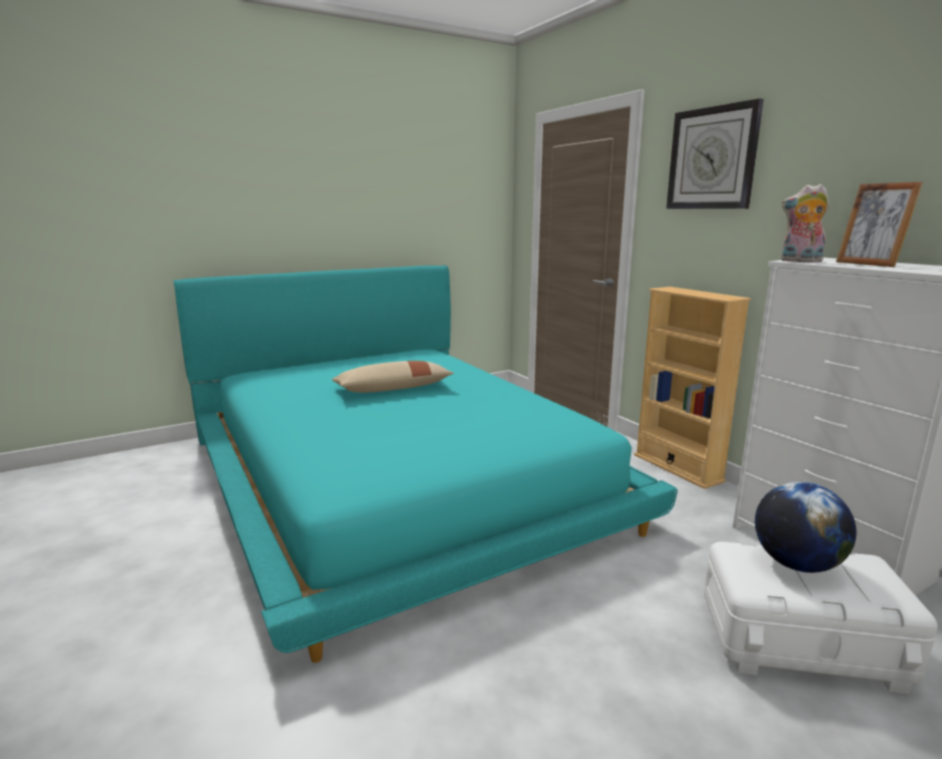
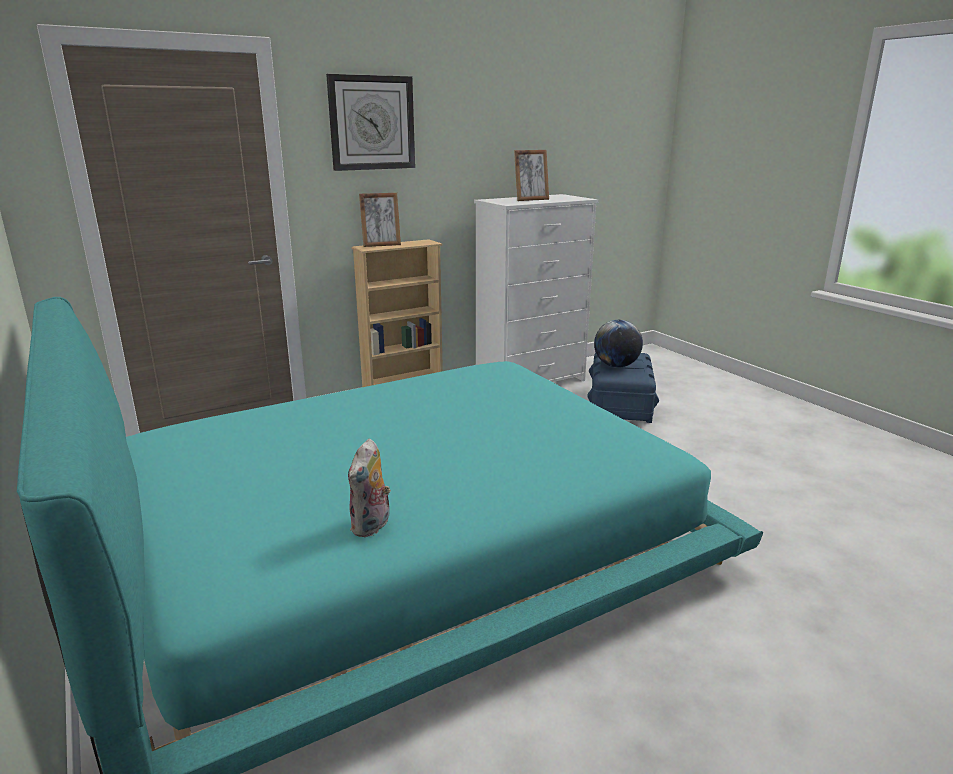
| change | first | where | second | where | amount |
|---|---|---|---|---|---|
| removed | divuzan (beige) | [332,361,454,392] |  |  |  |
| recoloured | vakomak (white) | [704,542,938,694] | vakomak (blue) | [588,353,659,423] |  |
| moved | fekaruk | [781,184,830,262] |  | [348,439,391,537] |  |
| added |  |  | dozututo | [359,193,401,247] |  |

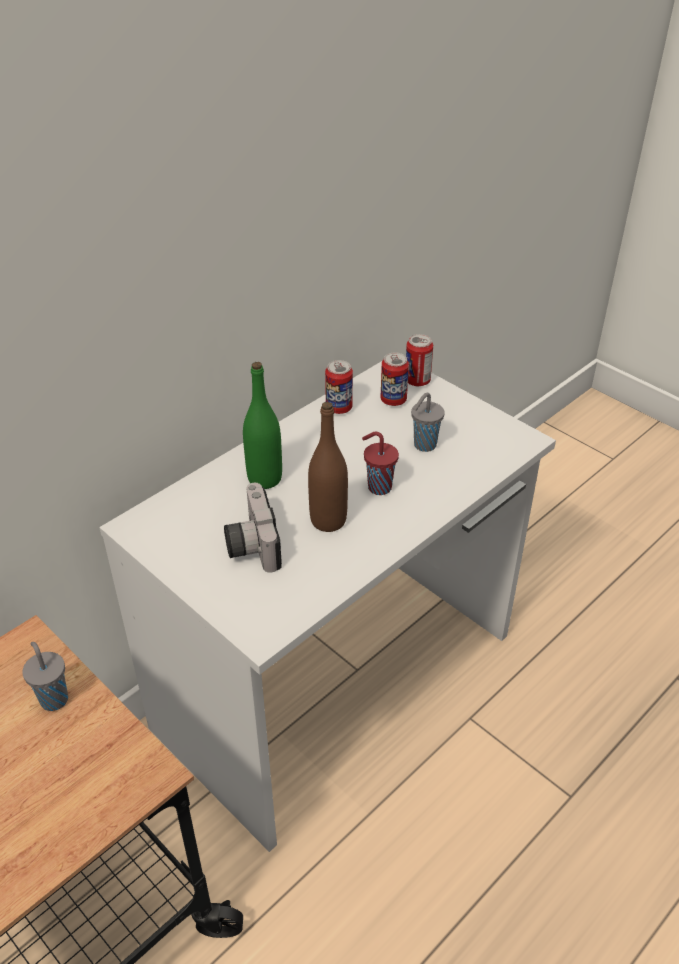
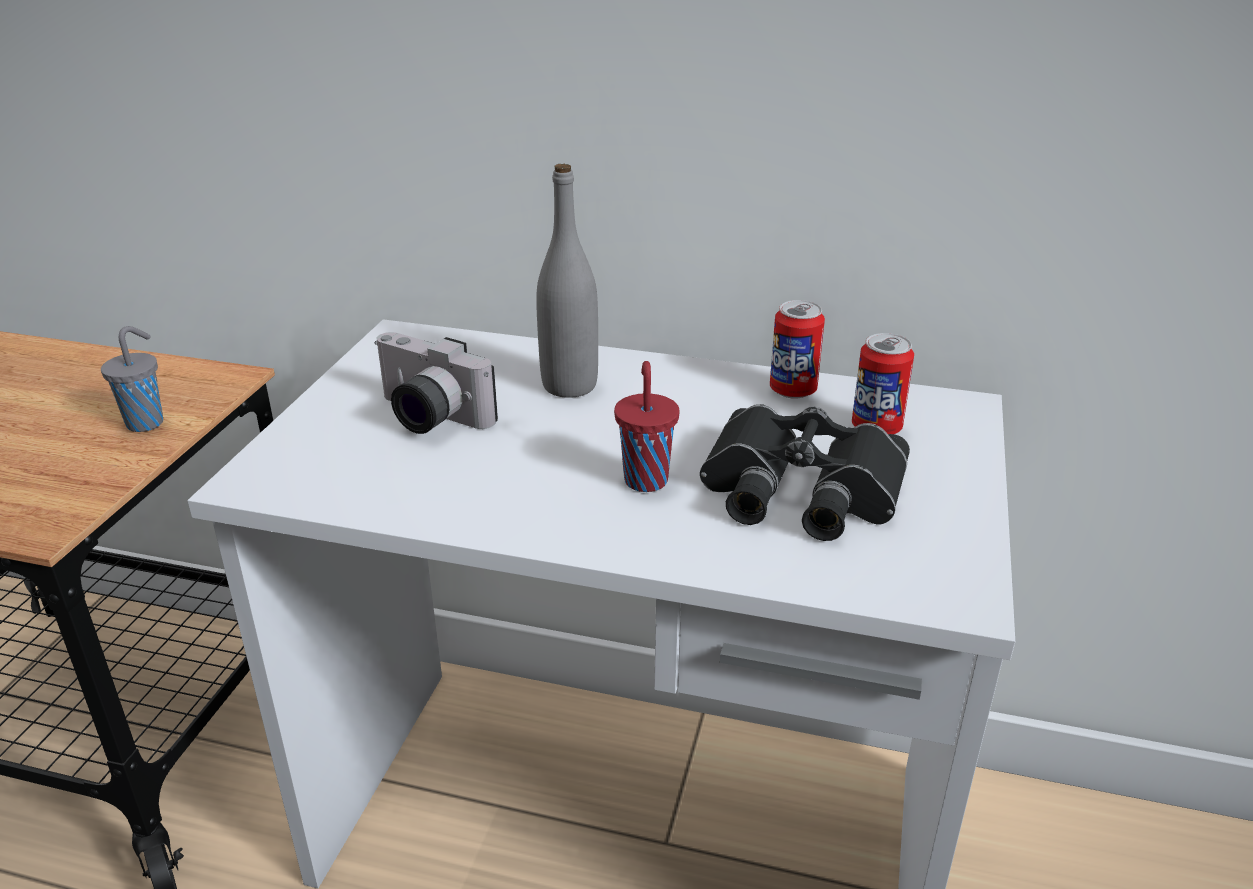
| change | first | where | second | where | amount |
|---|---|---|---|---|---|
| turned | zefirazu | [224,483,282,573] |  | [375,332,498,434] | 105 degrees counterclockwise |
| recoloured | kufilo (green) | [243,362,282,489] | kufilo (grey) | [536,164,598,398] |  |
| removed | kufilo (brown) | [308,402,348,532] |  |  |  |
| removed | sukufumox | [406,334,433,386] |  |  |  |
| replaced | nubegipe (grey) | [411,392,445,452] | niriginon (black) | [700,404,910,541] |  |

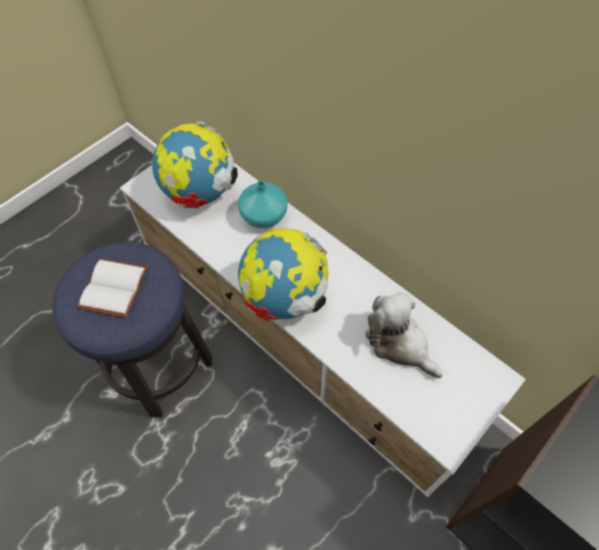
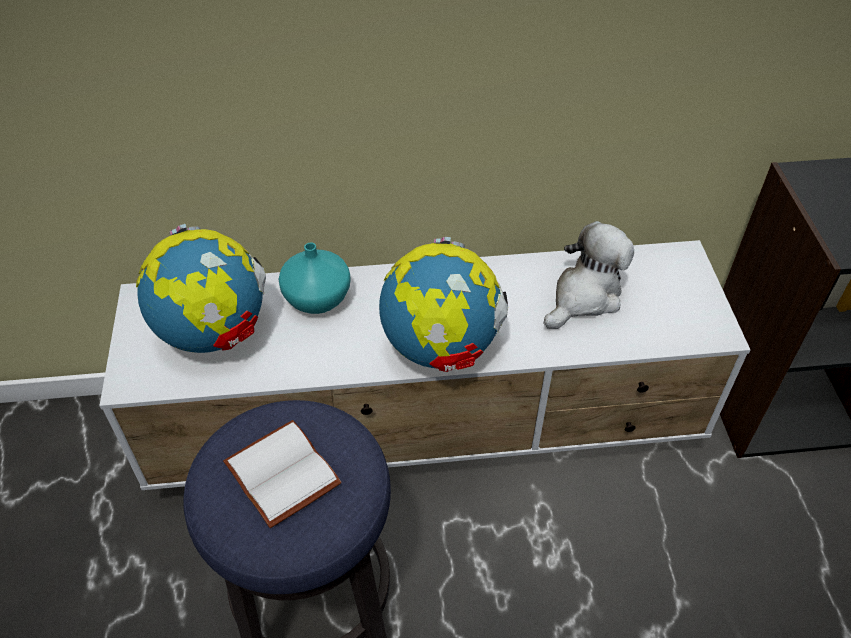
| change | first | where | second | where | amount |
|---|---|---|---|---|---|
| turned | fekaruk | [365,292,443,378] |  | [544,221,634,329] | 135 degrees clockwise |

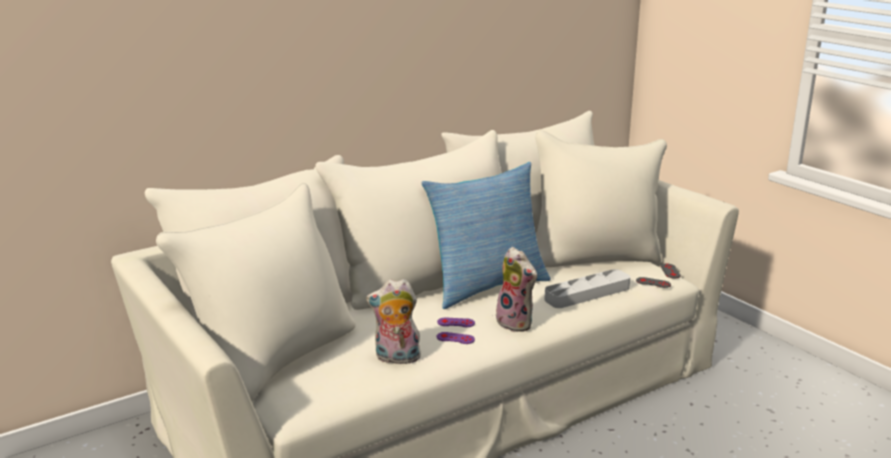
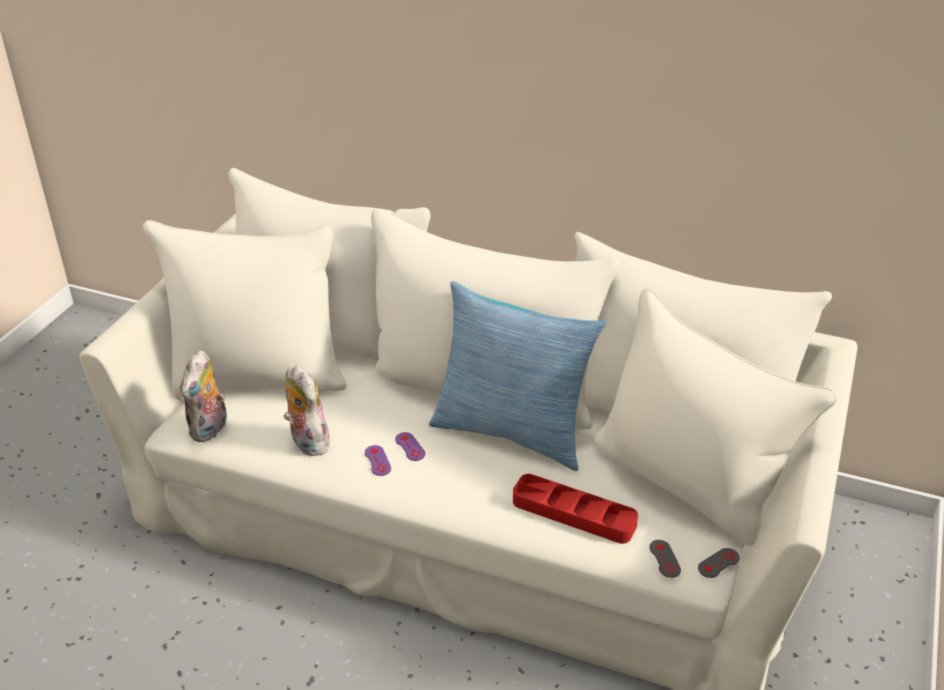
| change | first | where | second | where | amount |
|---|---|---|---|---|---|
| moved | fekaruk | [496,247,537,332] |  | [181,350,227,442] |  |
| recoloured | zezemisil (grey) | [544,269,630,308] | zezemisil (red) | [513,474,638,544] |  |

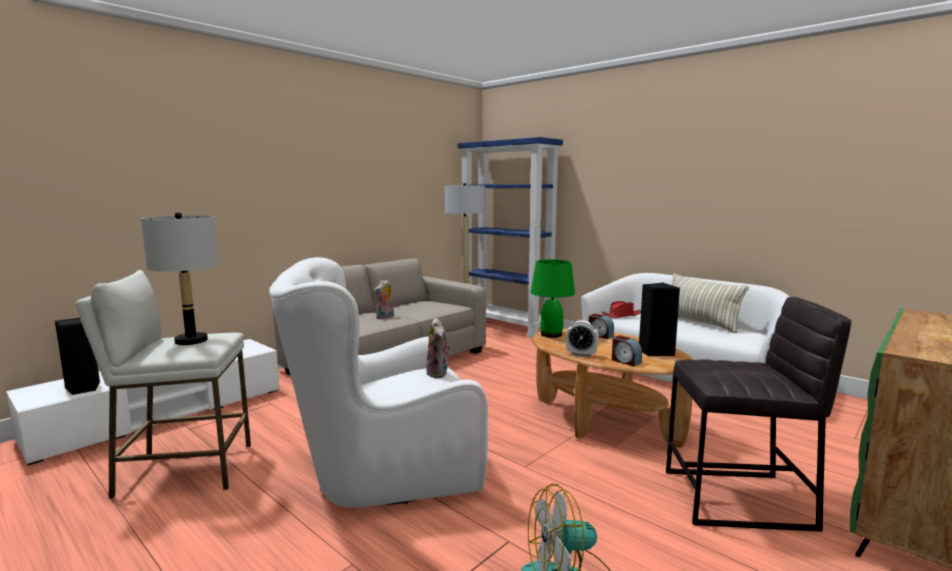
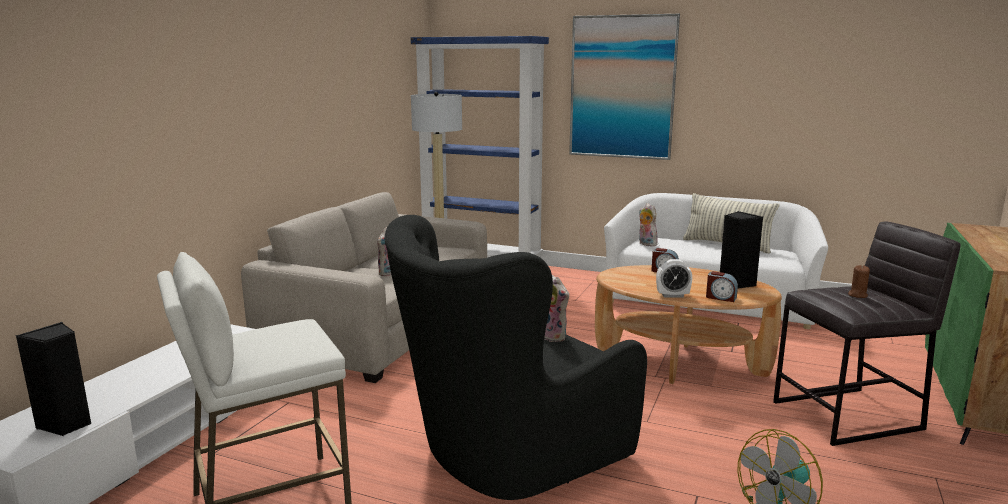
| change | first | where | second | where | amount |
|---|---|---|---|---|---|
| removed | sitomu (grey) | [141,212,218,345] |  |  |  |
| recoloured | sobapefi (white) | [269,257,488,508] | sobapefi (black) | [385,215,647,500] |  |
| removed | sitomu (green) | [531,259,575,338] |  |  |  |
| replaced | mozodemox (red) | [602,301,641,318] | fekaruk | [639,203,658,246] |  |
| added |  |  | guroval | [569,14,680,160] |  |
| added |  |  | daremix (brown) | [848,265,870,298] |  |

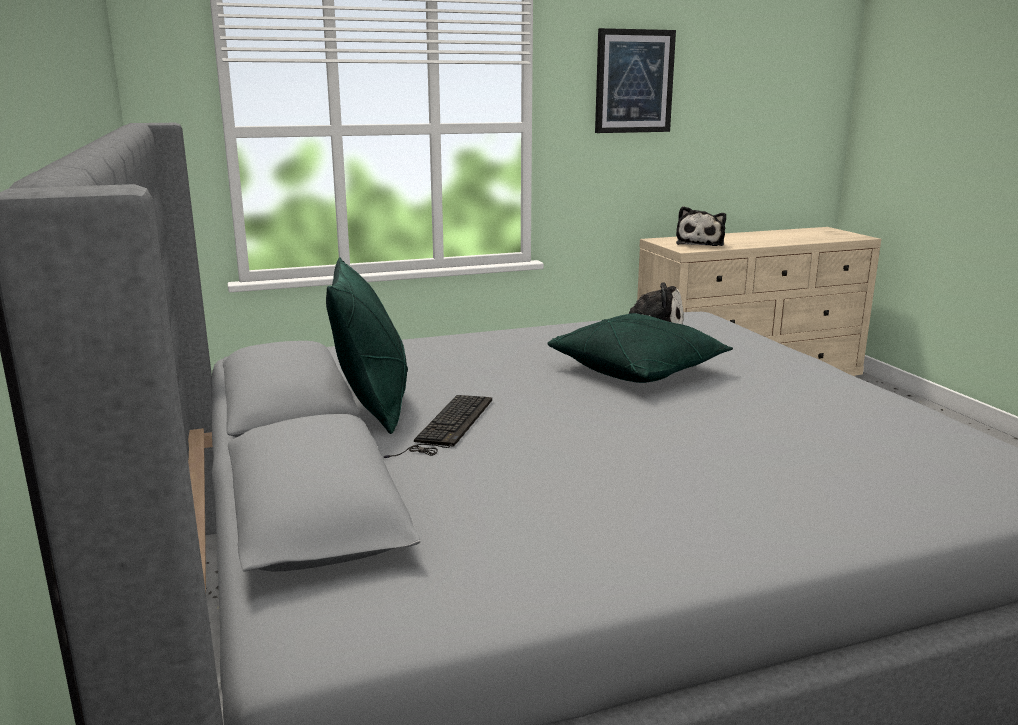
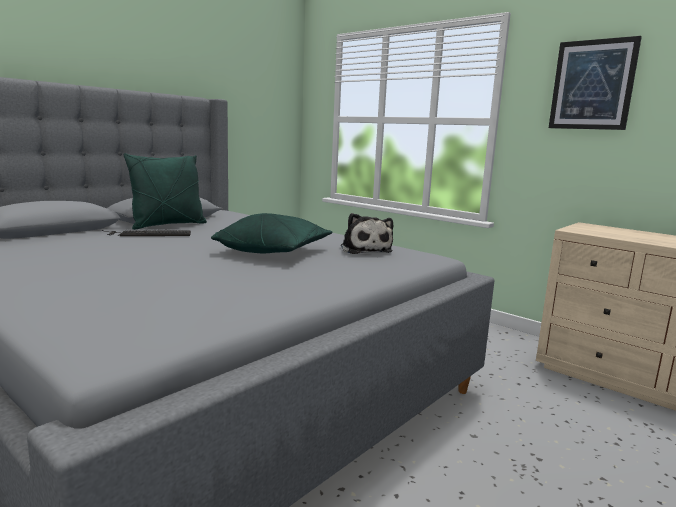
| change | first | where | second | where | amount |
|---|---|---|---|---|---|
| removed | fekaruk | [676,206,726,246] |  |  |  |

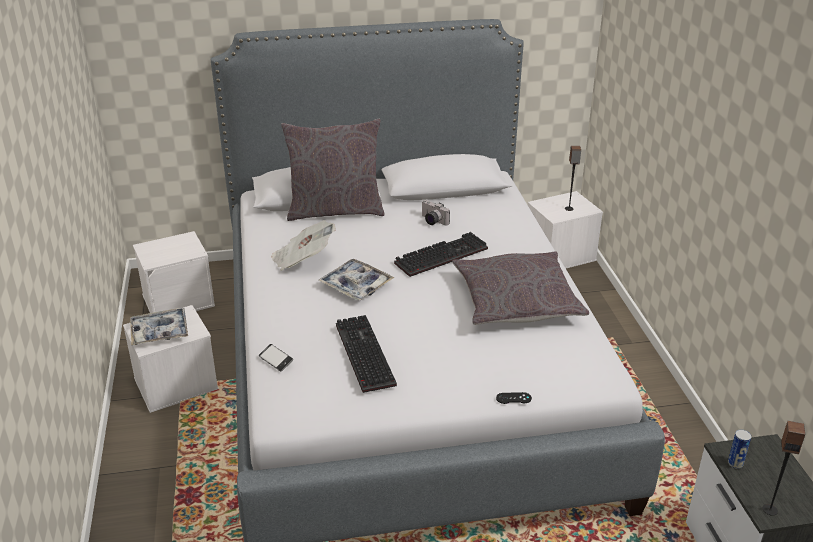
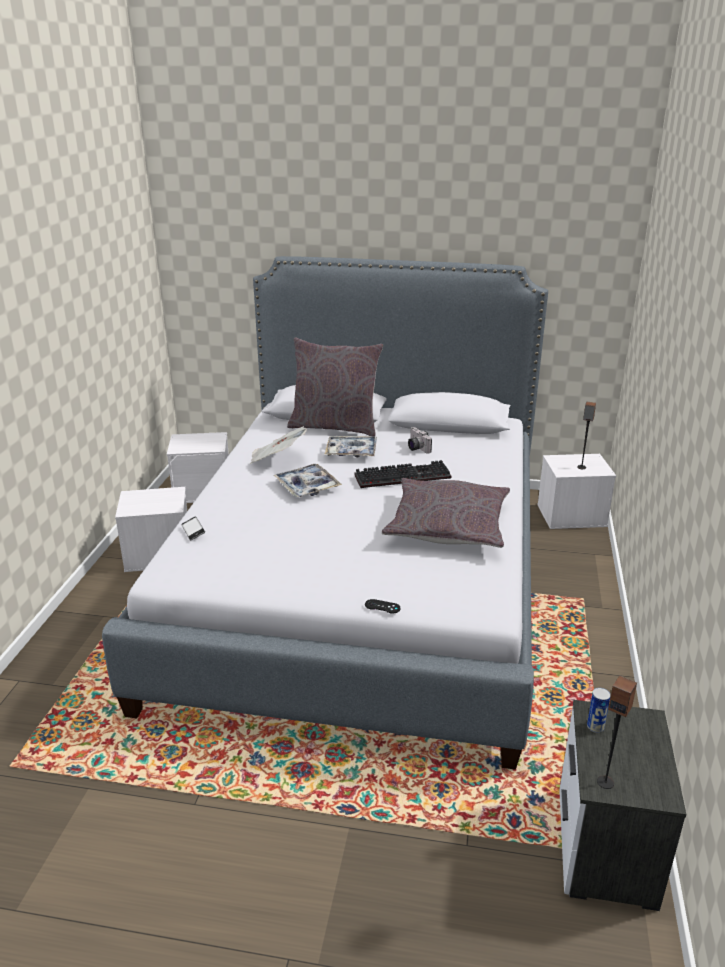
| change | first | where | second | where | amount |
|---|---|---|---|---|---|
| moved | zezemisil | [130,308,188,345] |  | [324,436,377,458] |  |
| removed | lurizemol | [336,315,397,393] |  |  |  |

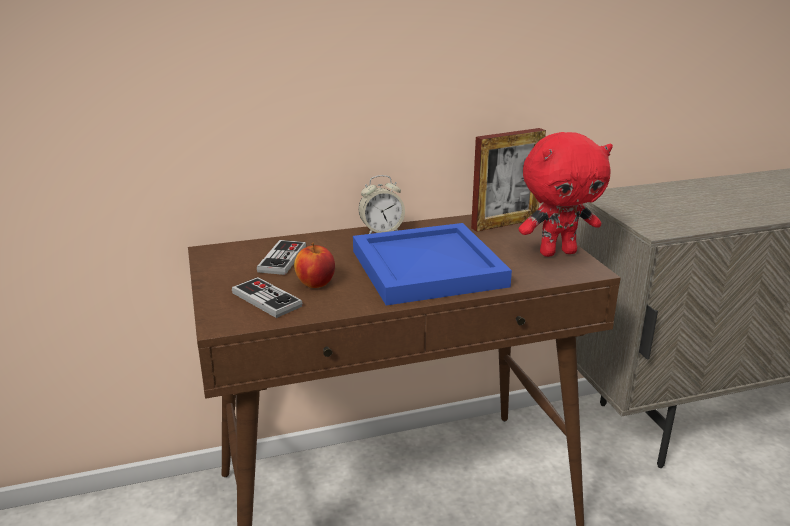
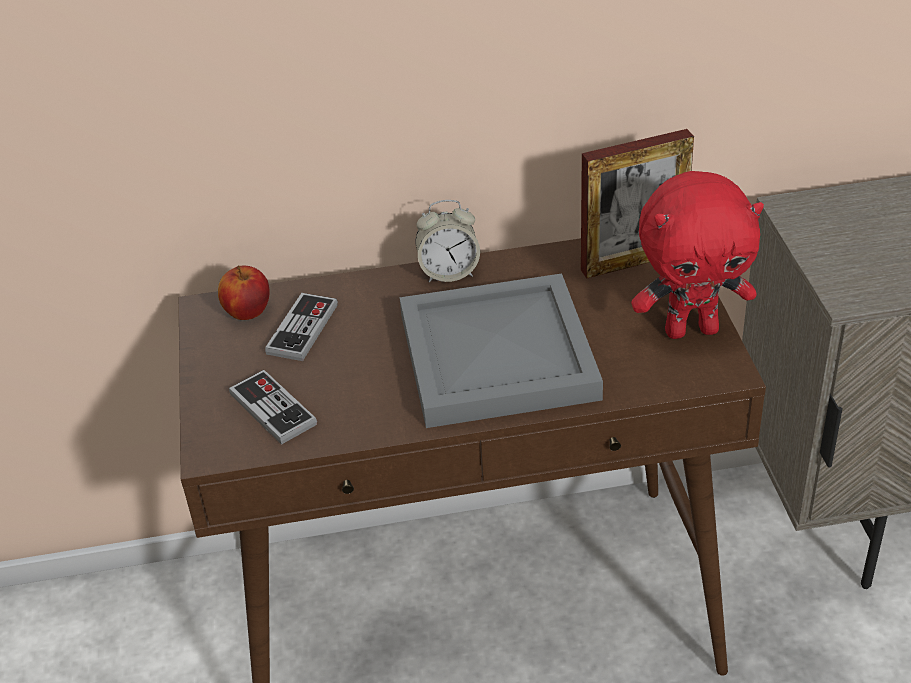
| change | first | where | second | where | amount |
|---|---|---|---|---|---|
| moved | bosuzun | [294,242,335,288] |  | [218,266,270,320] |  |
| recoloured | zezemisil (blue) | [353,223,512,305] | zezemisil (grey) | [400,273,603,428] |  |

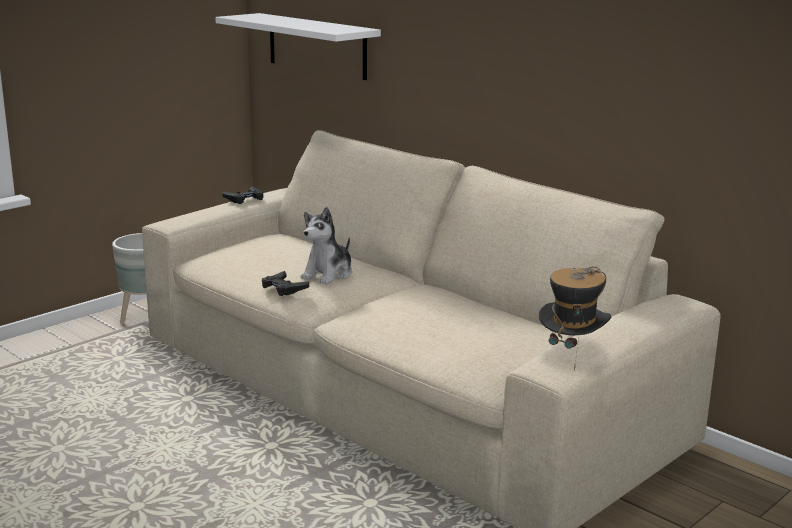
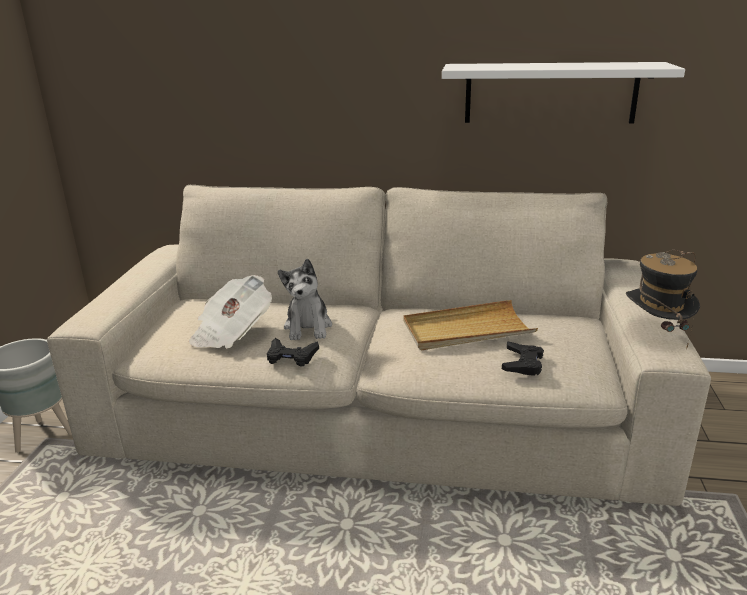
| change | first | where | second | where | amount |
|---|---|---|---|---|---|
| moved | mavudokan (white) | [215,13,381,80] |  | [442,62,685,123] |  |
| moved | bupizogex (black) | [222,186,263,204] |  | [502,341,544,376] |  |
| added |  |  | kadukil | [189,275,272,349] |  |
| added |  |  | zezemisil (beige) | [403,300,538,350] |  |

